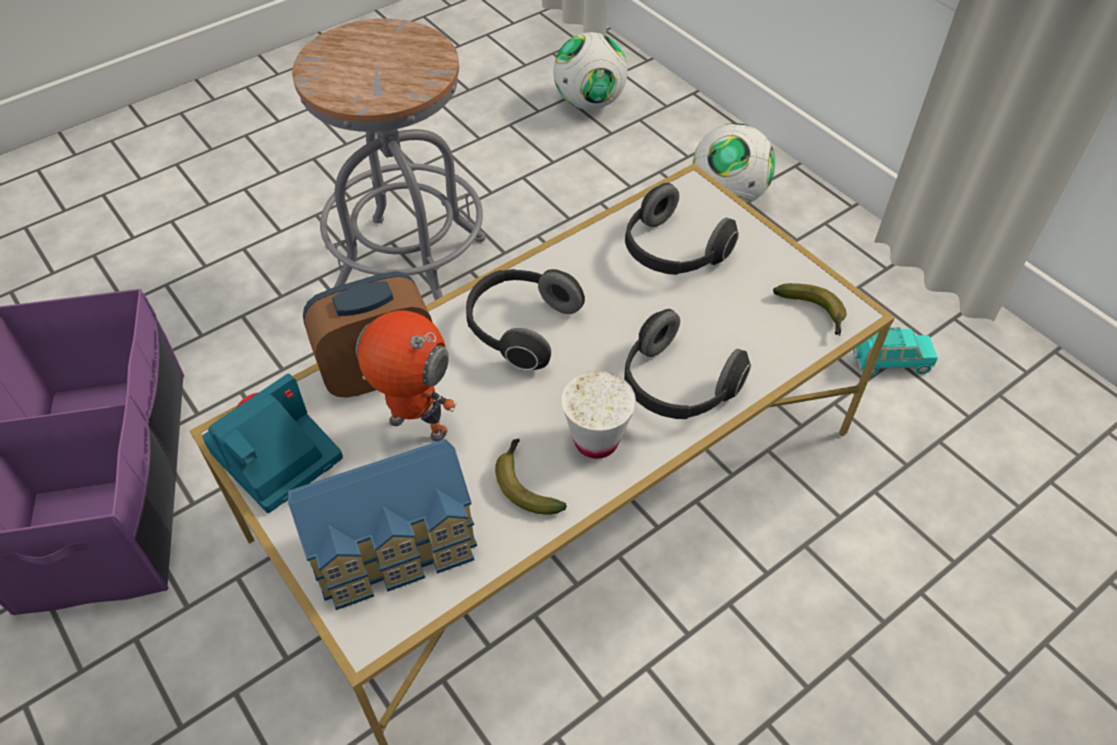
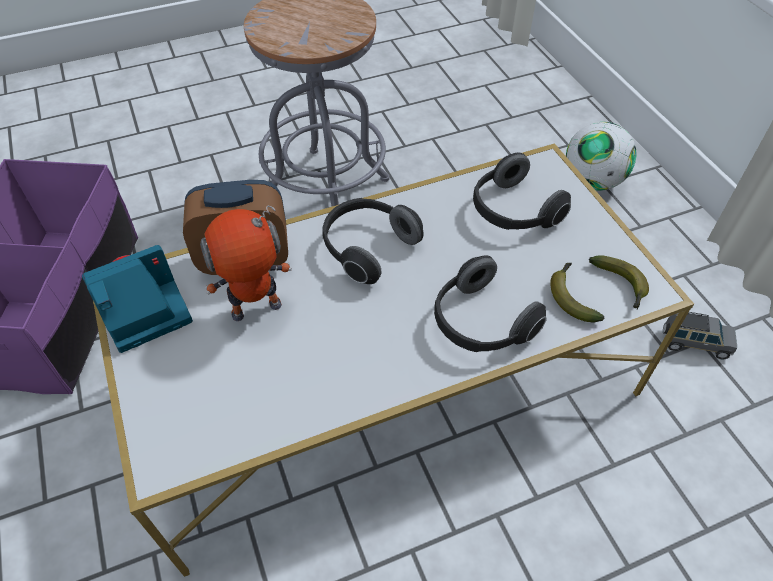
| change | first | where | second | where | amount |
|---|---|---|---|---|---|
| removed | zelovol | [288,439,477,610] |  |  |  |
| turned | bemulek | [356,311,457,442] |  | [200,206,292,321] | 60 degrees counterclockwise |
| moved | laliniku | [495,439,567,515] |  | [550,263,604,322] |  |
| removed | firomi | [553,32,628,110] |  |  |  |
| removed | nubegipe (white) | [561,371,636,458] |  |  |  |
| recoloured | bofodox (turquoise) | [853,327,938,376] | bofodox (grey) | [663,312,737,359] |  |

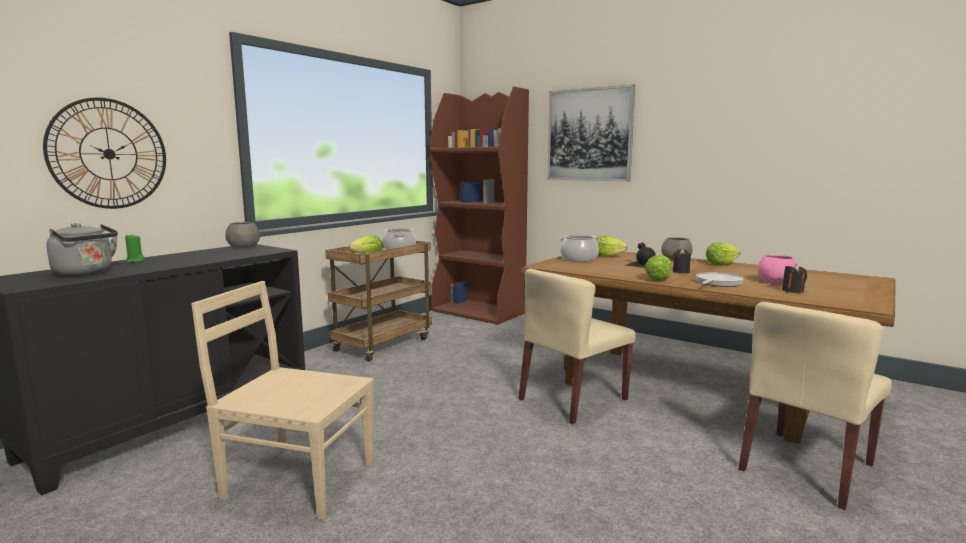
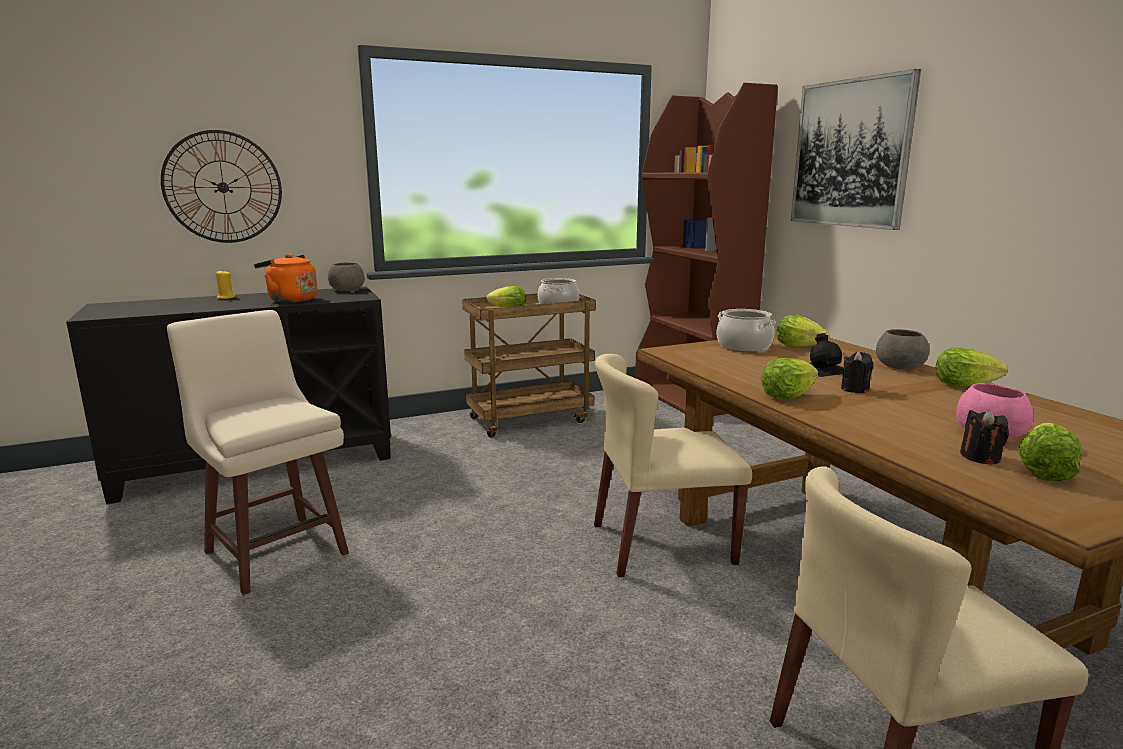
| change | first | where | second | where | amount |
|---|---|---|---|---|---|
| removed | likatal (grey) | [46,223,118,276] |  |  |  |
| recoloured | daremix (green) | [125,234,145,263] | daremix (yellow) | [216,270,235,299] |  |
| replaced | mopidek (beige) | [191,281,374,520] | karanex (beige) | [167,310,349,595] |  |
| removed | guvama | [696,272,744,287] |  |  |  |
| added |  |  | likatal (orange) | [254,254,317,303] |  |
| added |  |  | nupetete | [1018,423,1082,481] |  |

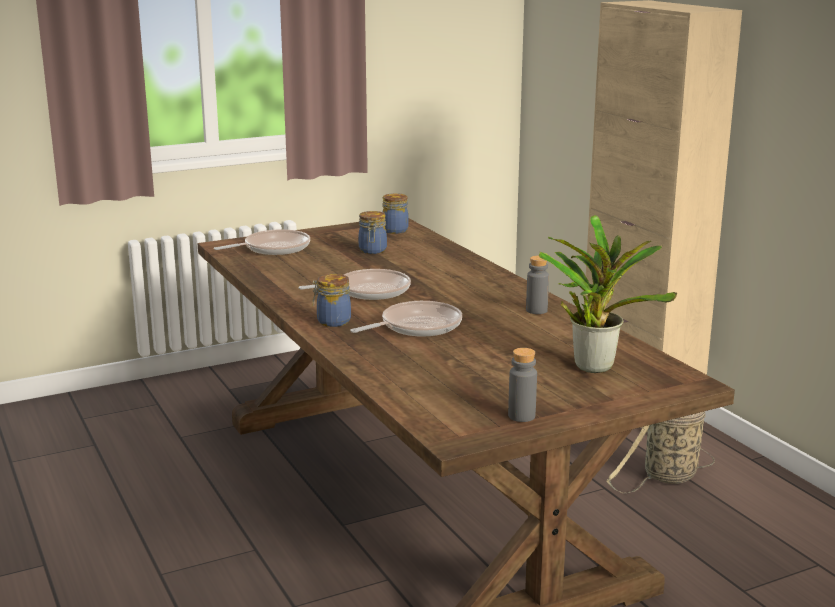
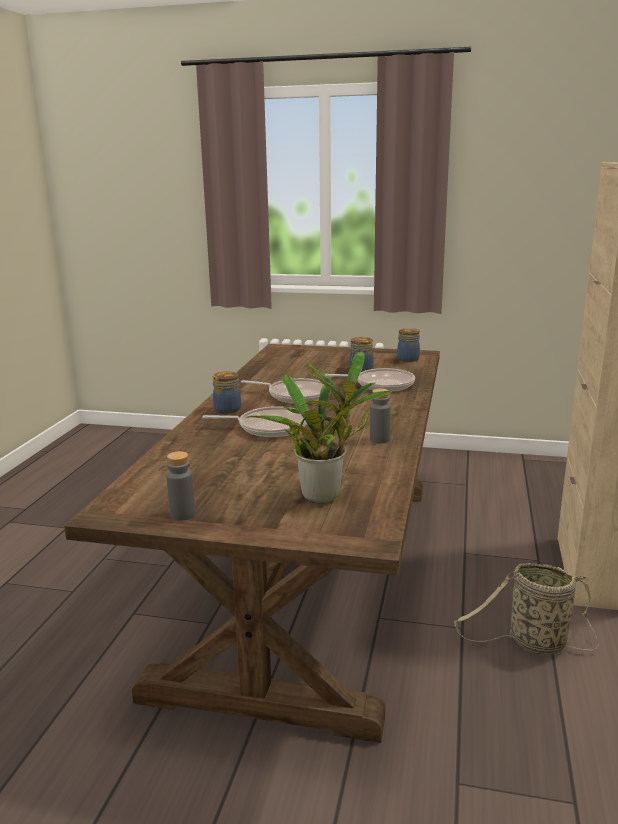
| change | first | where | second | where | amount |
|---|---|---|---|---|---|
| moved | guvama | [214,229,310,255] |  | [325,368,415,391] |  |

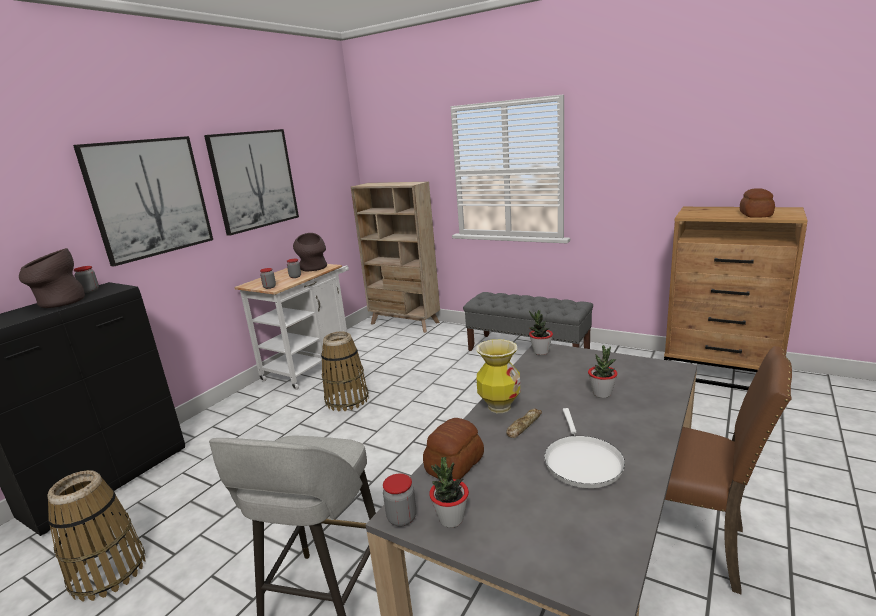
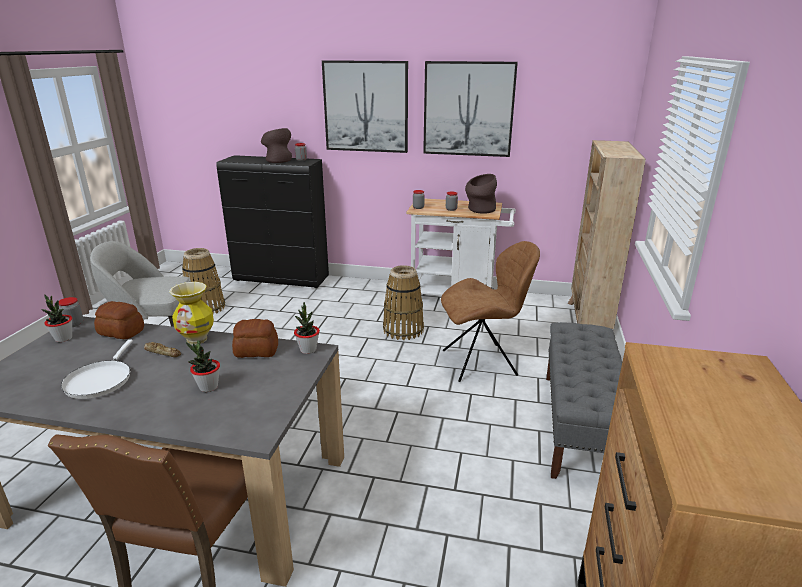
| change | first | where | second | where | amount |
|---|---|---|---|---|---|
| turned | guvama (white) | [544,408,625,488] |  | [61,339,133,399] | 75 degrees counterclockwise |
| moved | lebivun | [740,188,775,218] |  | [232,319,278,358] |  |
| added |  |  | mopidek (brown) | [441,241,540,382] |  |

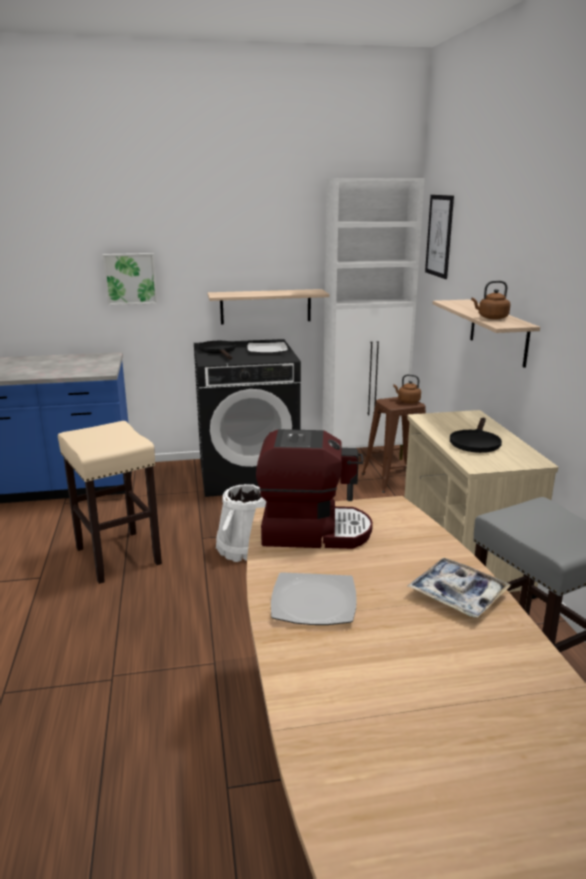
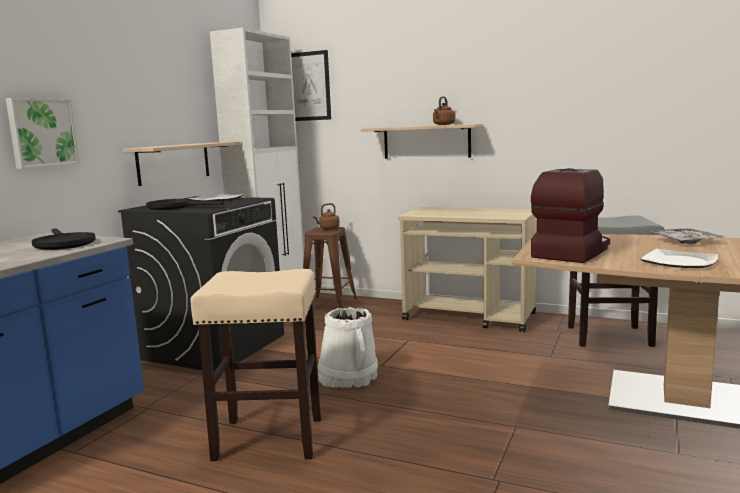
| change | first | where | second | where | amount |
|---|---|---|---|---|---|
| moved | guvama (black) | [450,417,502,453] |  | [32,228,96,250] |  |

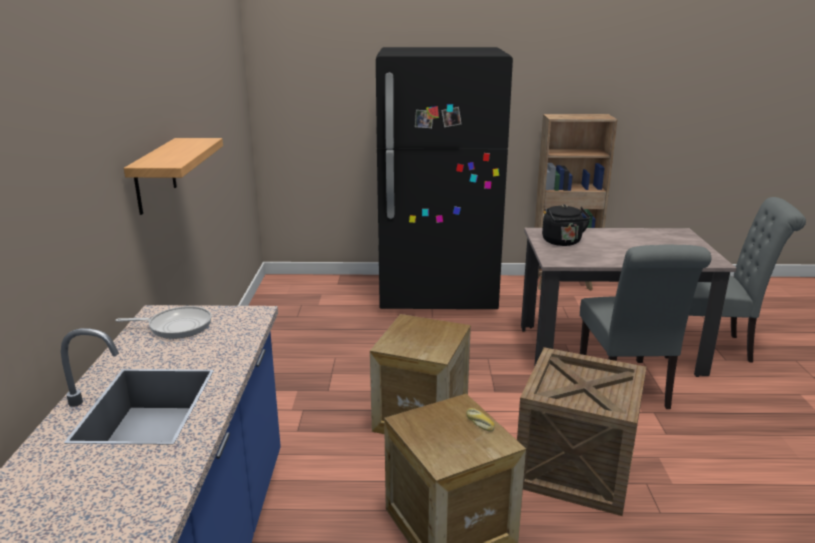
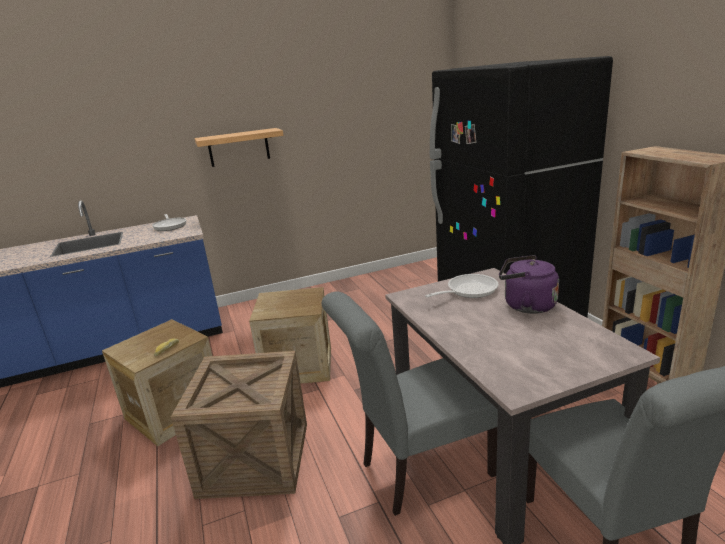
| change | first | where | second | where | amount |
|---|---|---|---|---|---|
| replaced | likatal (black) | [542,205,591,246] | guvama | [425,274,499,298] |  |
| added |  |  | likatal (purple) | [499,255,559,314] |  |

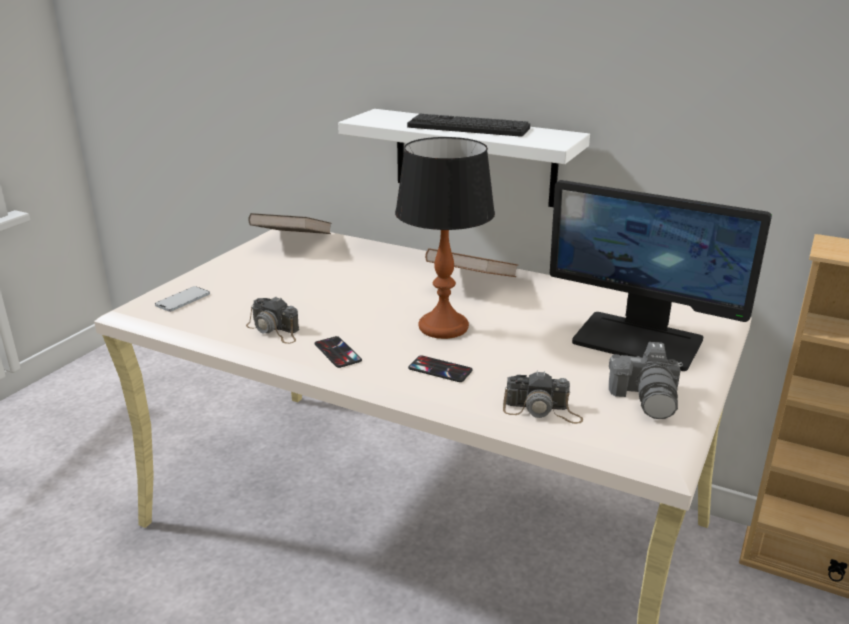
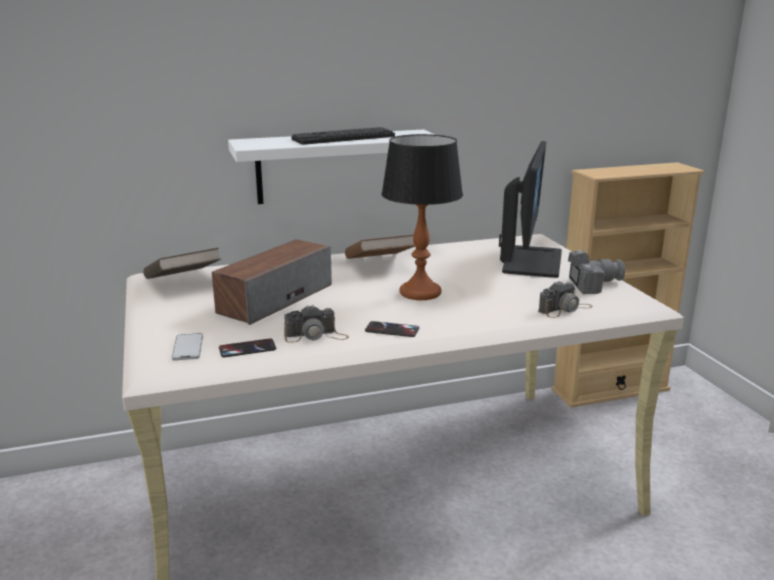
| change | first | where | second | where | amount |
|---|---|---|---|---|---|
| moved | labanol | [408,355,473,382] |  | [219,339,276,357] |  |
| turned | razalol | [550,180,772,371] |  | [499,141,562,278] | 60 degrees counterclockwise |
| turned | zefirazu | [609,342,683,419] |  | [568,250,625,294] | 60 degrees counterclockwise |
| added |  |  | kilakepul | [212,239,332,325] |  |

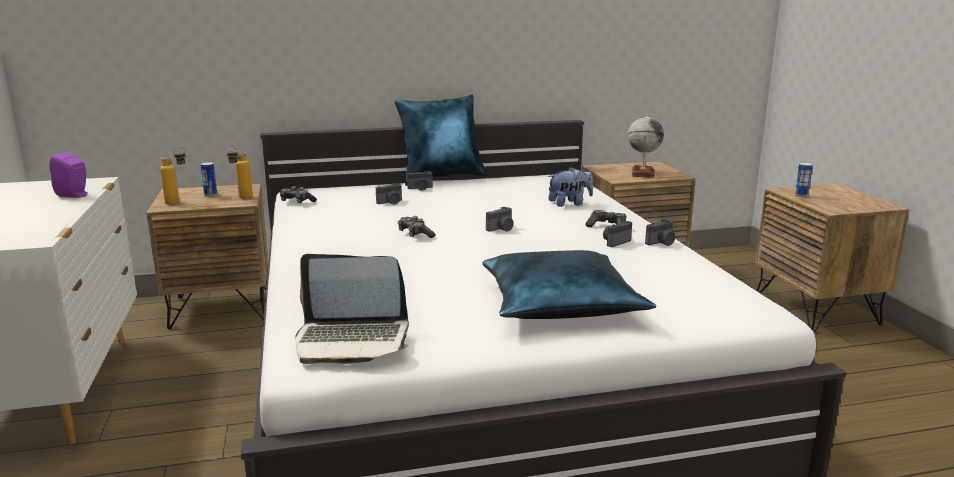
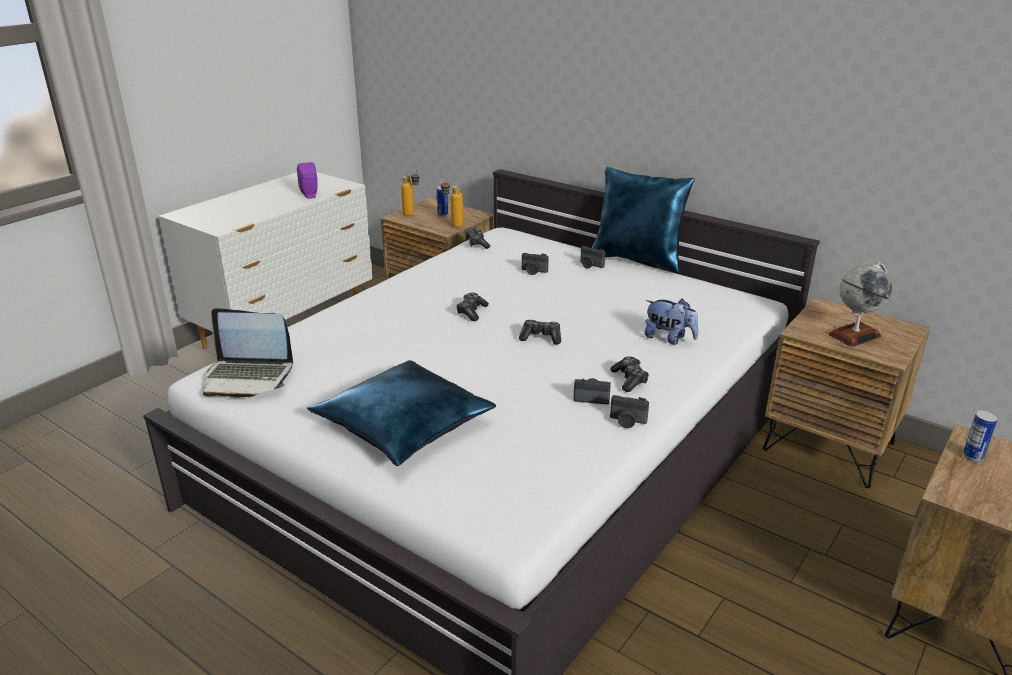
| change | first | where | second | where | amount |
|---|---|---|---|---|---|
| turned | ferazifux | [295,254,409,364] |  | [203,308,293,398] | 45 degrees counterclockwise |
| replaced | zefirazu | [486,207,514,232] | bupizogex | [519,320,561,344] |  |

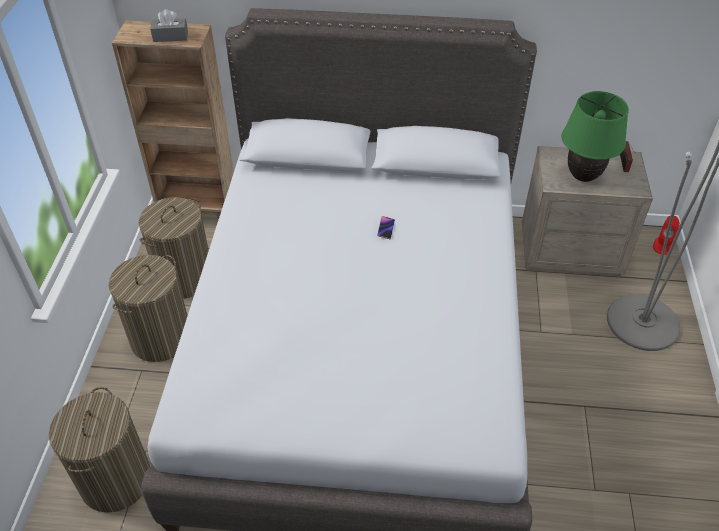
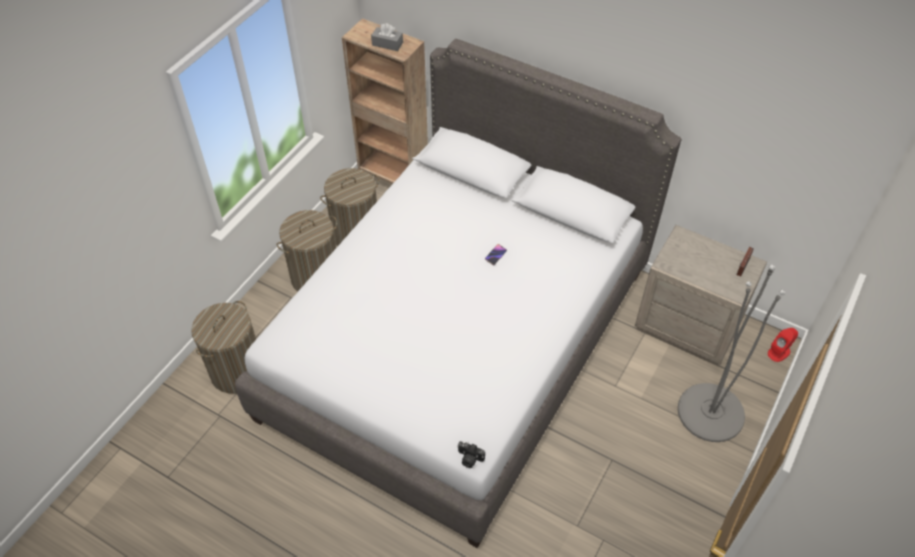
| change | first | where | second | where | amount |
|---|---|---|---|---|---|
| removed | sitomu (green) | [562,91,629,182] |  |  |  |
| added |  |  | zefirazu | [457,441,485,468] |  |

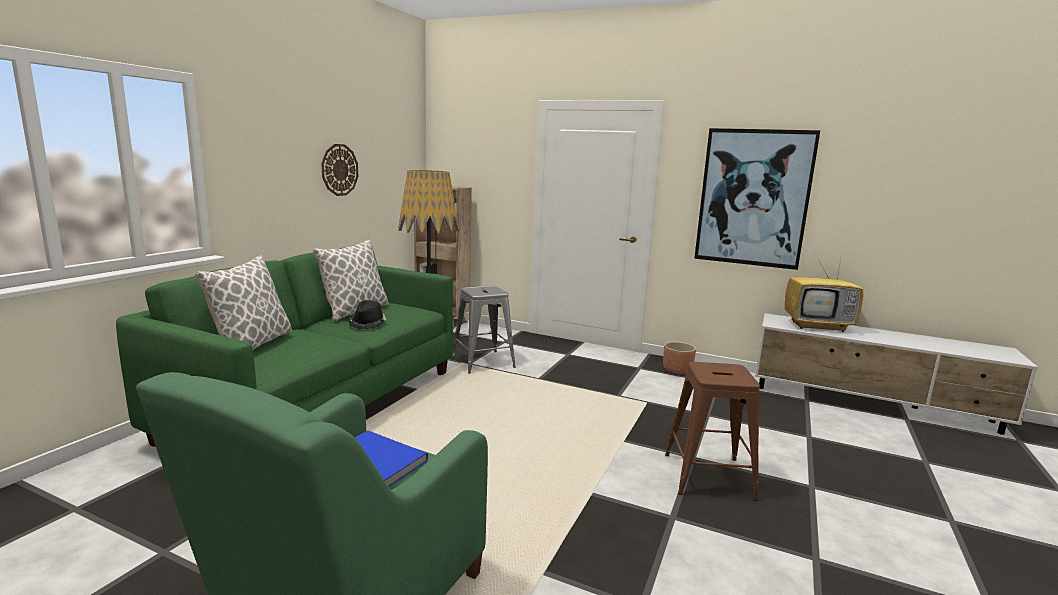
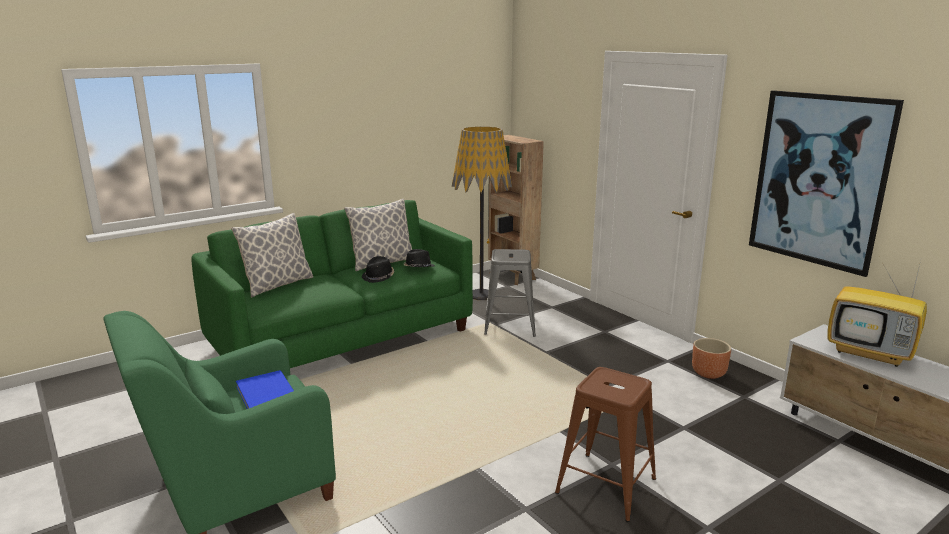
| change | first | where | second | where | amount |
|---|---|---|---|---|---|
| removed | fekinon | [321,144,358,196] |  |  |  |
| added |  |  | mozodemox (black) | [404,249,435,267] |  |

